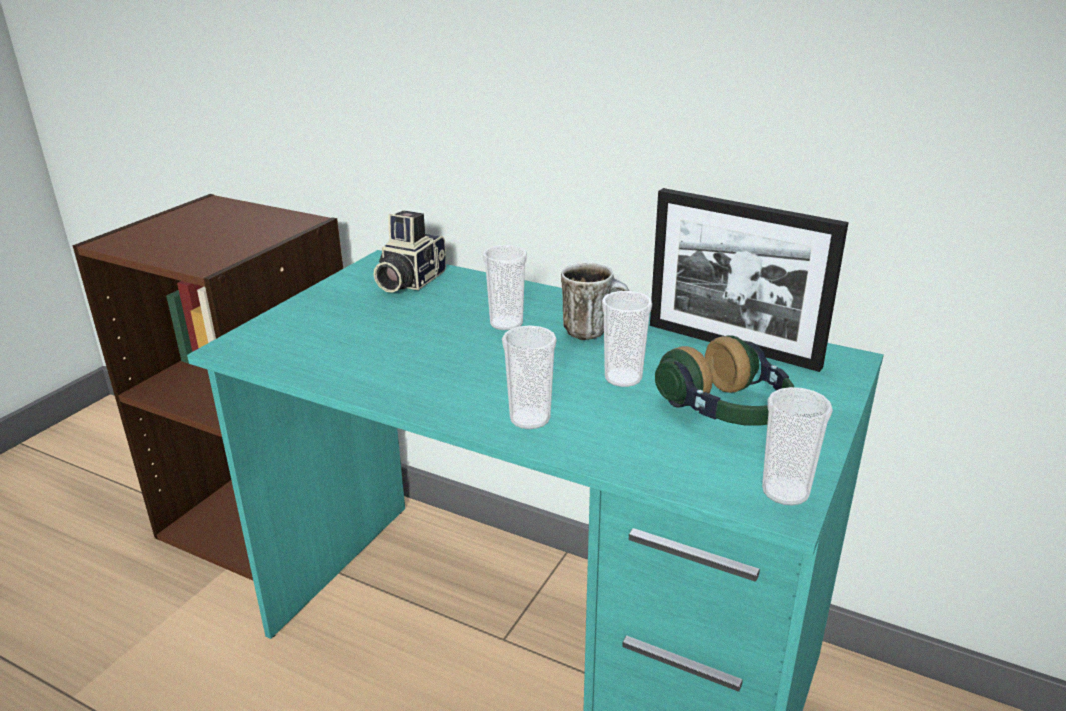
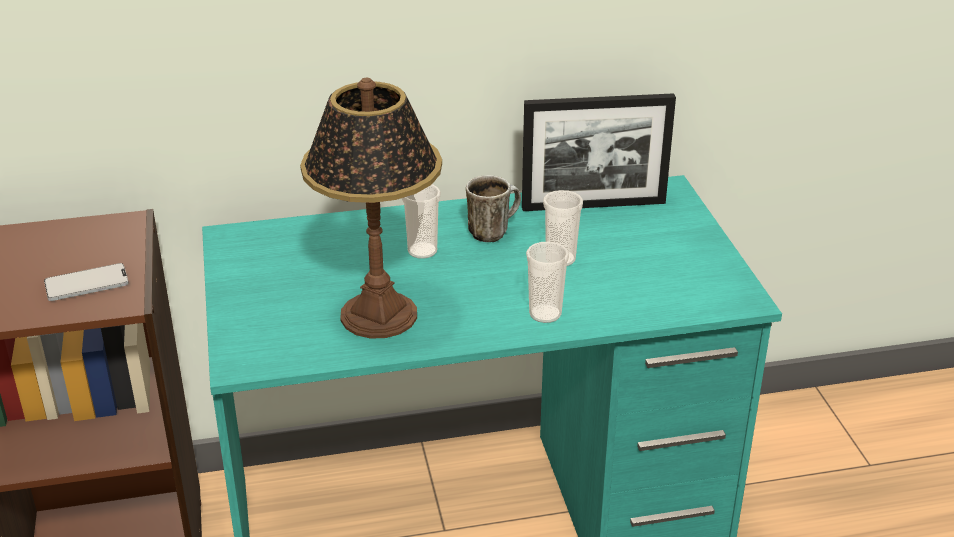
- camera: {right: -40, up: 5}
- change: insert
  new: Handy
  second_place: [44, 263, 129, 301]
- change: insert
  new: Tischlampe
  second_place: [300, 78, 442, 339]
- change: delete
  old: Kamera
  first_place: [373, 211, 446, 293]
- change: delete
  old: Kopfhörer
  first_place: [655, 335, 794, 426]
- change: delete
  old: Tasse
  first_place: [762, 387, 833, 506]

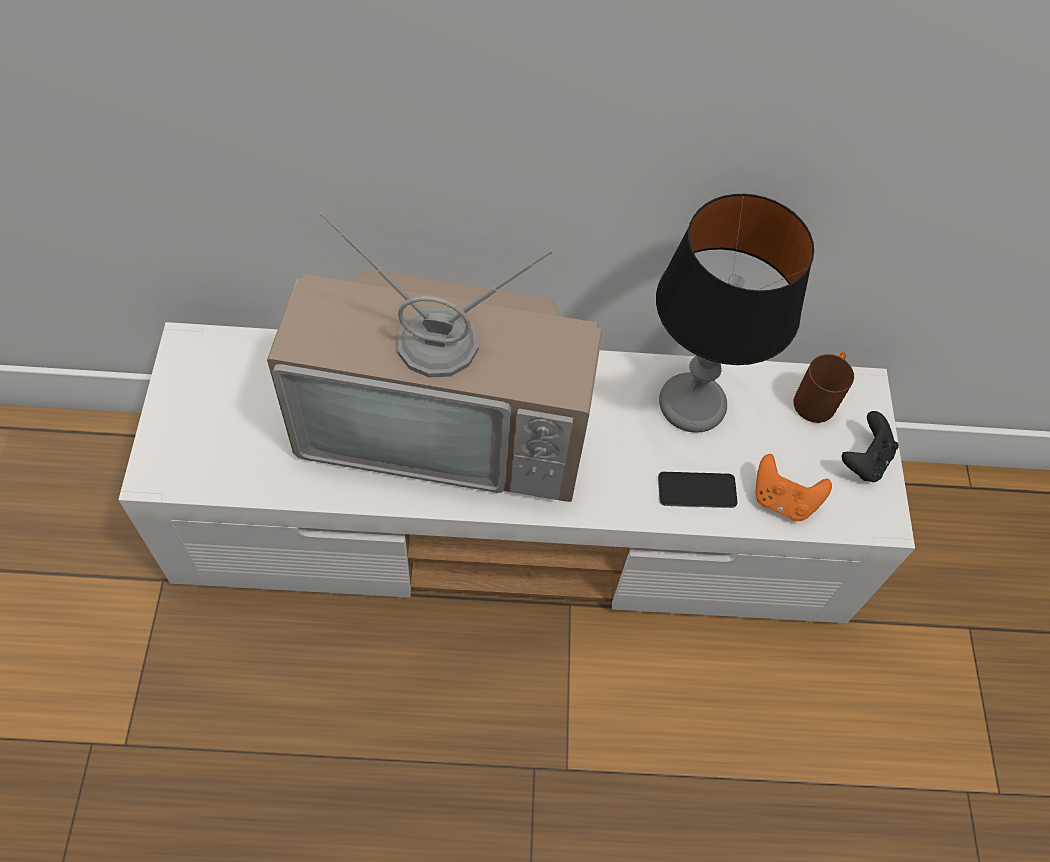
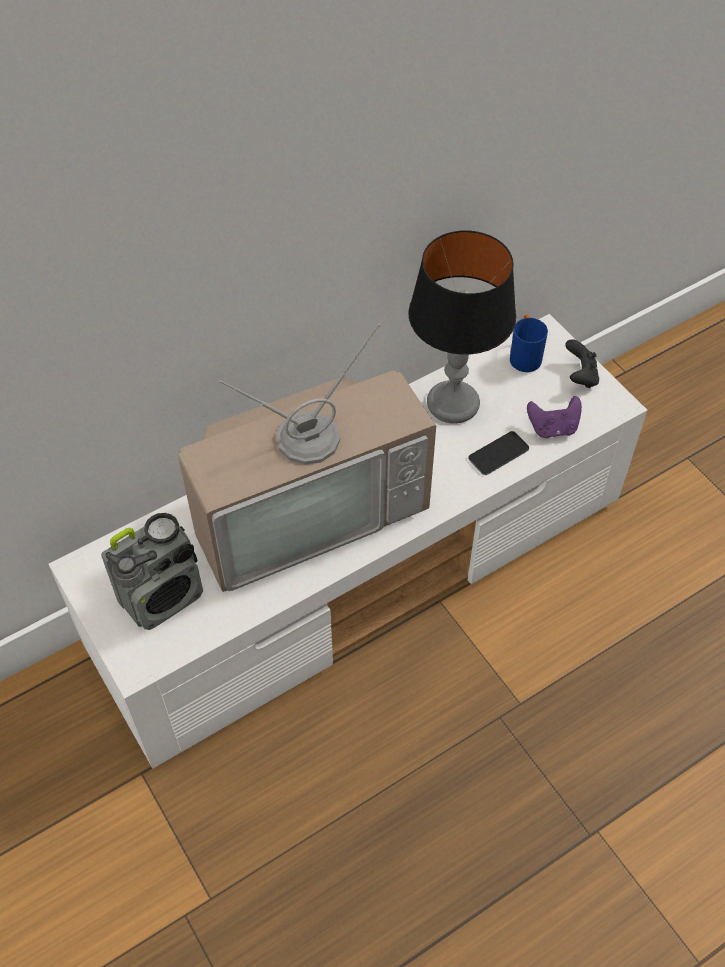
- camera: {right: -30, up: -5}
- change: insert
  new: Radio
  second_place: [101, 513, 203, 630]
- change: recolor
  old: Henkelbecher (braun)
  new: Henkelbecher (blau)
  first_place: [793, 352, 854, 423]
  second_place: [510, 314, 548, 372]
- change: recolor
  old: Gamepad (orange)
  new: Gamepad (lila)
  first_place: [755, 454, 832, 521]
  second_place: [527, 396, 582, 438]

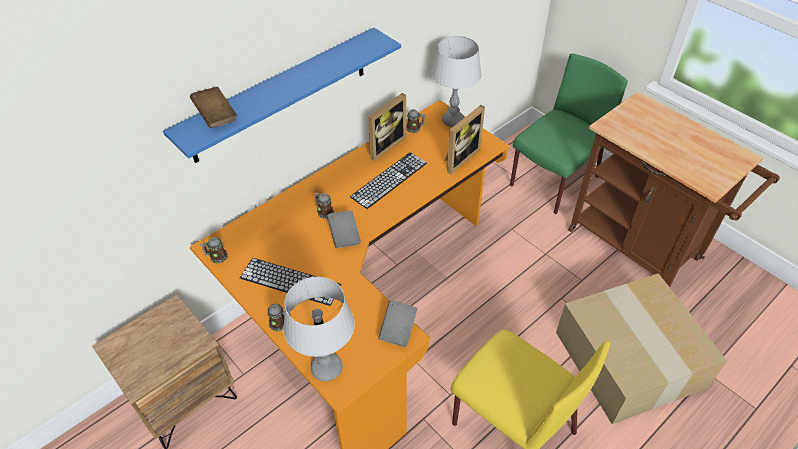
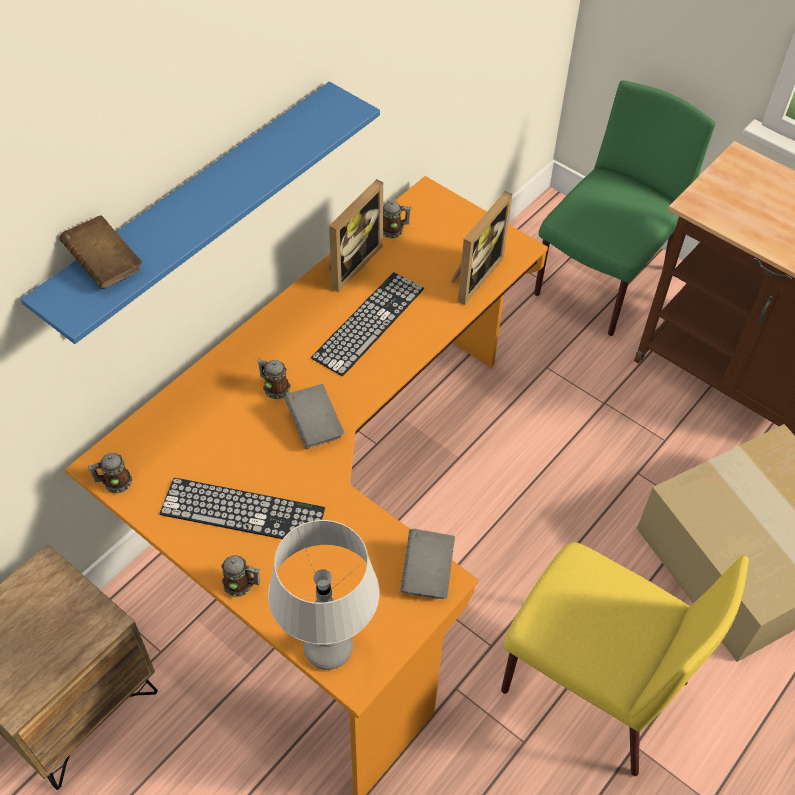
- camera: {right: -10, up: 5}
- change: delete
  old: Tischlampe (grau)
  first_place: [431, 36, 481, 127]

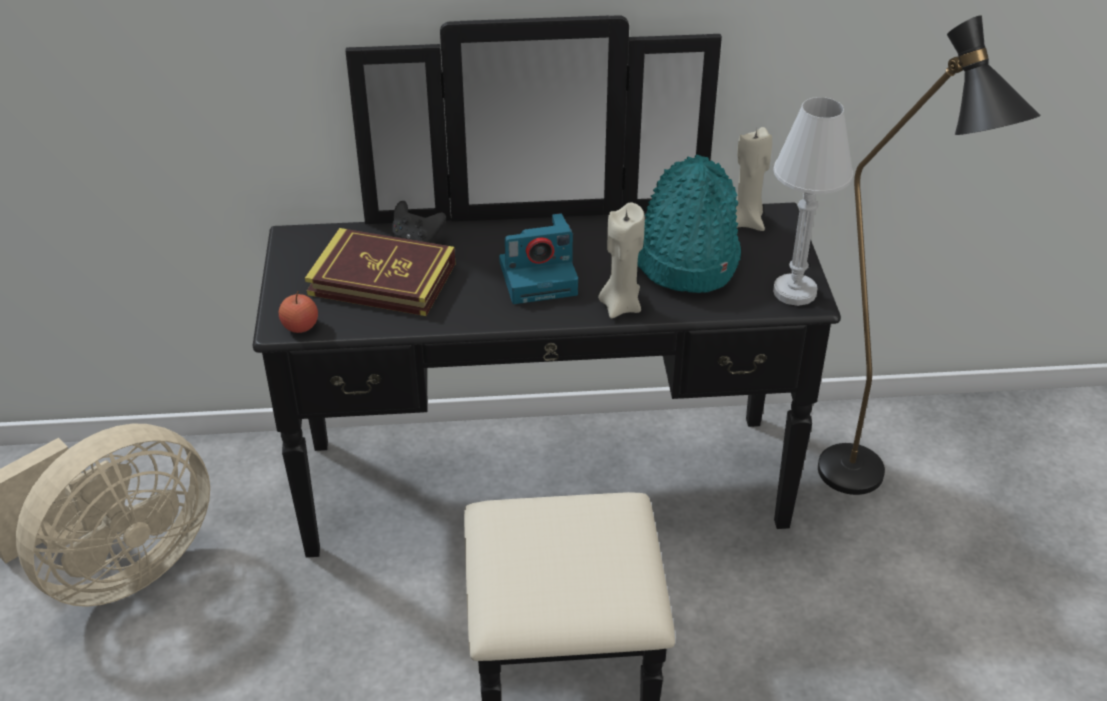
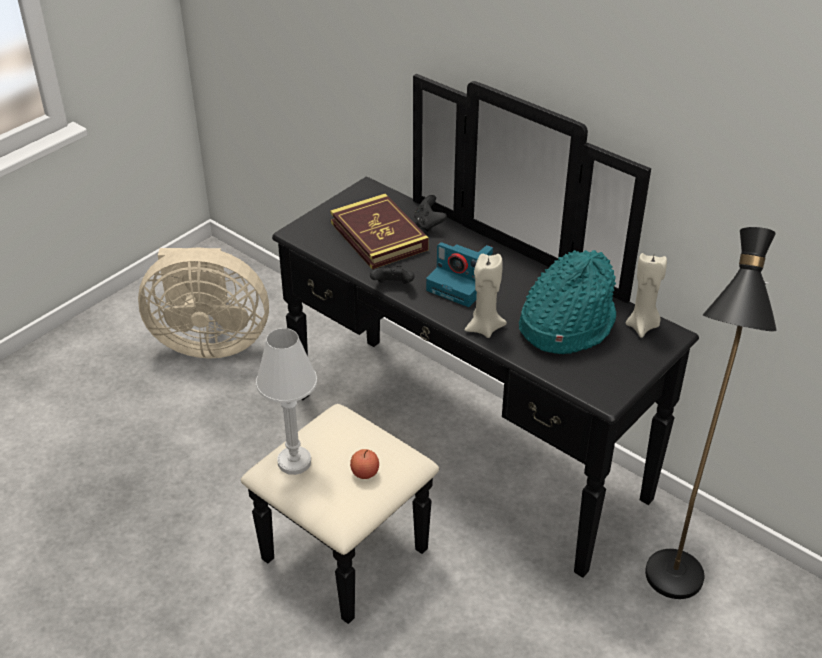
- camera: {right: 45, up: 0}
- change: move
  old: Tischlampe (weiß)
  first_place: [773, 97, 853, 306]
  second_place: [256, 328, 317, 475]
- change: move
  old: Apfel
  first_place: [279, 291, 318, 333]
  second_place: [350, 449, 379, 479]
- change: insert
  new: Gamepad (schwarz)
  second_place: [370, 265, 414, 284]

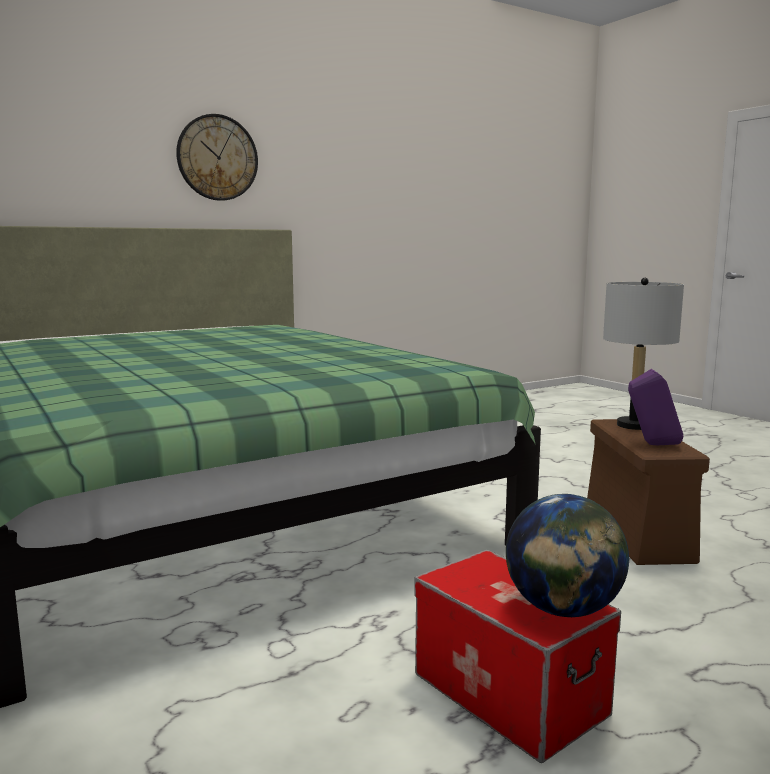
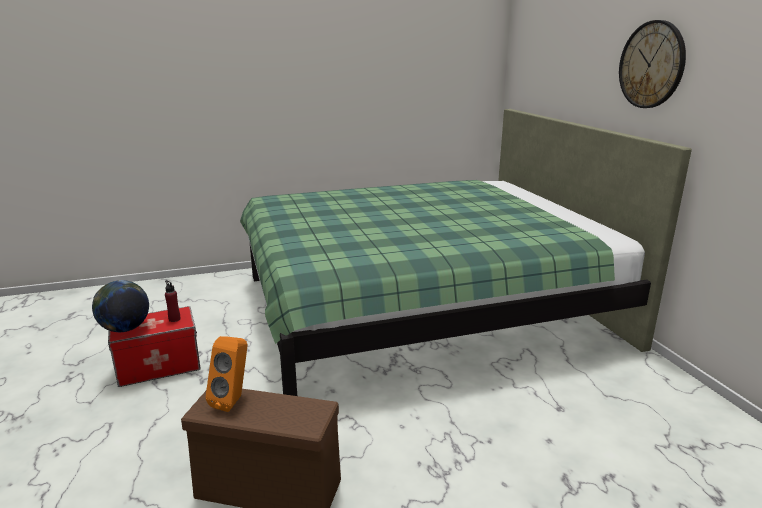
- camera: {right: 105, up: 10}
- change: insert
  new: Flasche (rot)
  second_place: [165, 280, 181, 322]
- change: recolor
  old: Lautsprecher (lila)
  new: Lautsprecher (orange)
  first_place: [628, 369, 684, 445]
  second_place: [206, 336, 247, 412]
- change: delete
  old: Tischlampe (grau)
  first_place: [603, 278, 684, 430]

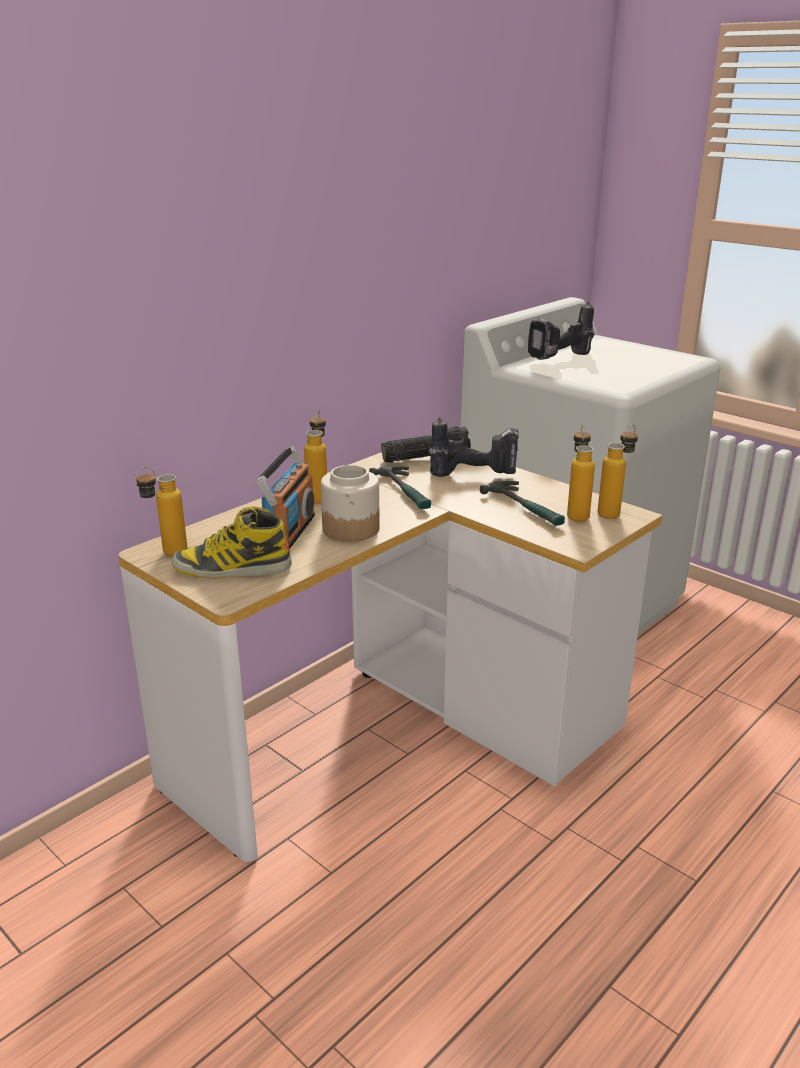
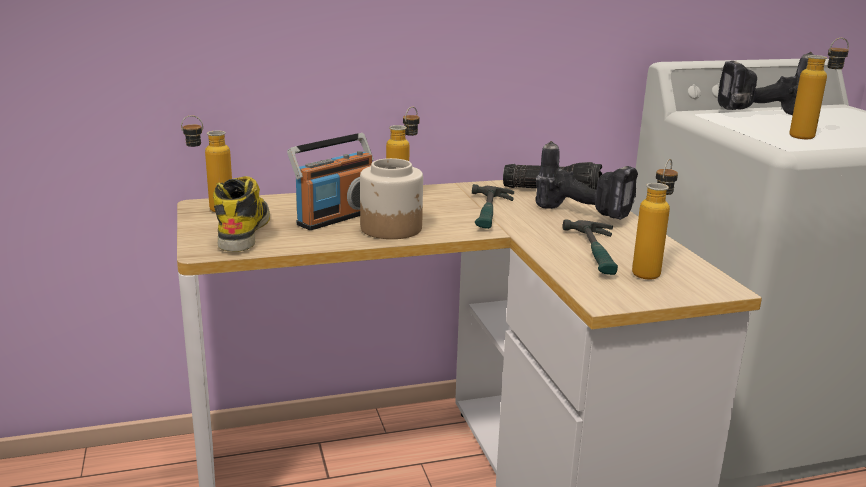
- camera: {right: 30, up: -5}
- change: rotate
  old: Stiefel
  first_place: [171, 506, 292, 578]
  second_place: [213, 176, 270, 252]
  degrees: 60
- change: move
  old: Flasche
  first_place: [598, 424, 638, 519]
  second_place: [789, 38, 849, 139]

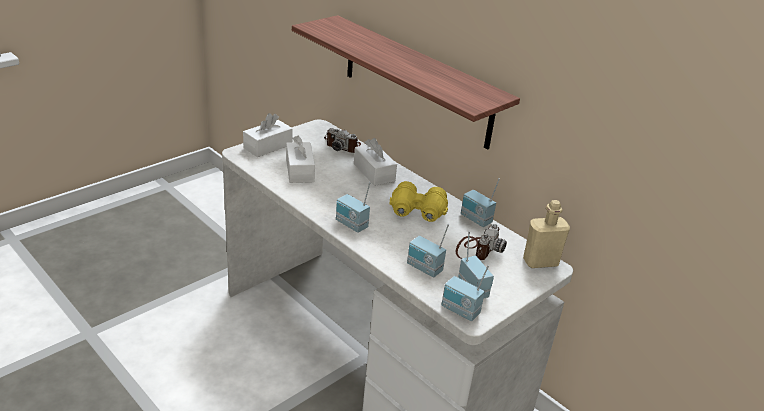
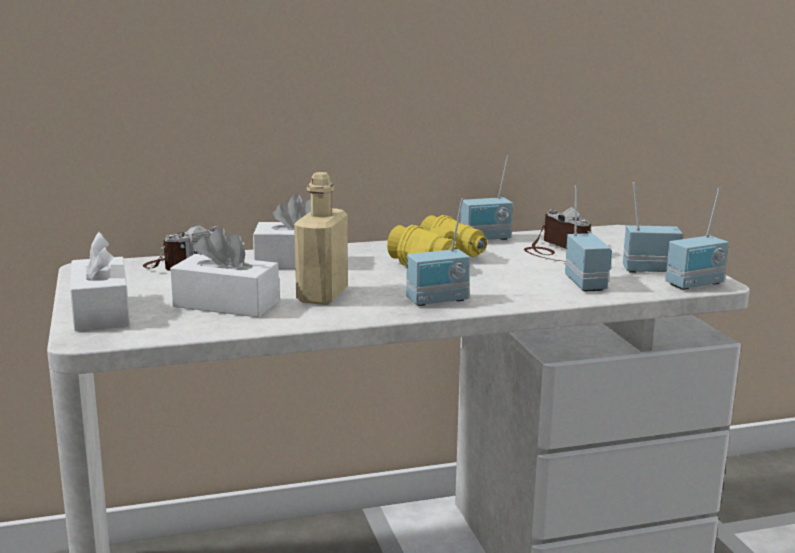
- camera: {right: -60, up: -15}
- change: move
  old: Flasche (beige)
  first_place: [523, 200, 570, 268]
  second_place: [294, 172, 347, 305]
- change: rotate
  old: Radio
  first_place: [407, 224, 449, 278]
  second_place: [565, 185, 612, 291]
  degrees: -75
- change: delete
  old: Wandregal
  first_place: [292, 15, 520, 150]

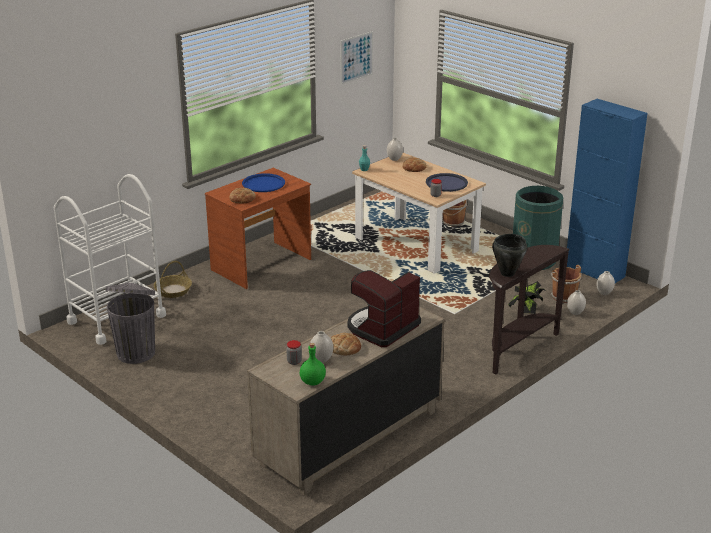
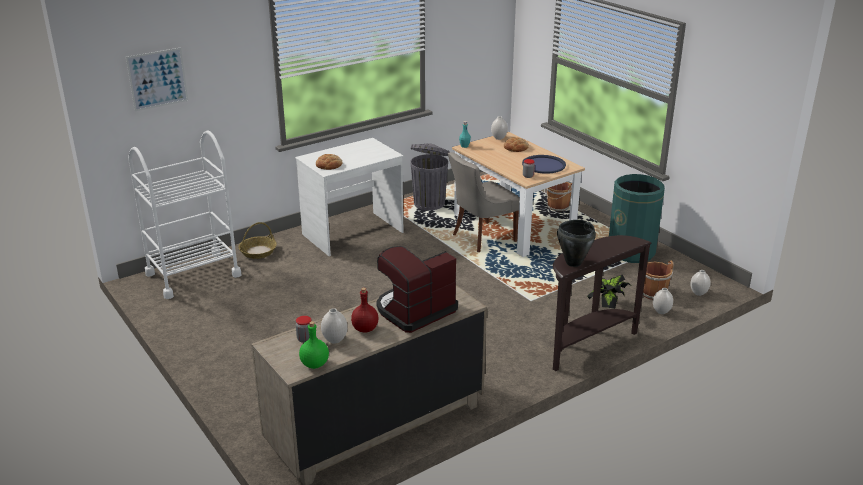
- camera: {right: 10, up: 0}
- change: move
  old: Bild
  first_place: [341, 31, 373, 85]
  second_place: [126, 47, 188, 111]
- change: recolor
  old: Schreibtisch (braun)
  new: Schreibtisch (weiß)
  first_place: [205, 168, 311, 289]
  second_place: [295, 138, 404, 256]
- change: replace
  old: Brot
  new: Flasche (rot)
  first_place: [331, 333, 361, 355]
  second_place: [351, 288, 378, 332]
- change: move
  old: Mülleimer (grau)
  first_place: [105, 283, 155, 364]
  second_place: [410, 143, 450, 210]
- change: insert
  new: Stuhl (grau)
  second_place: [448, 152, 520, 252]
- change: delete
  old: Tablett (blau)
  first_place: [242, 173, 285, 192]
- change: delete
  old: Schrank (blau)
  first_place: [567, 99, 648, 283]

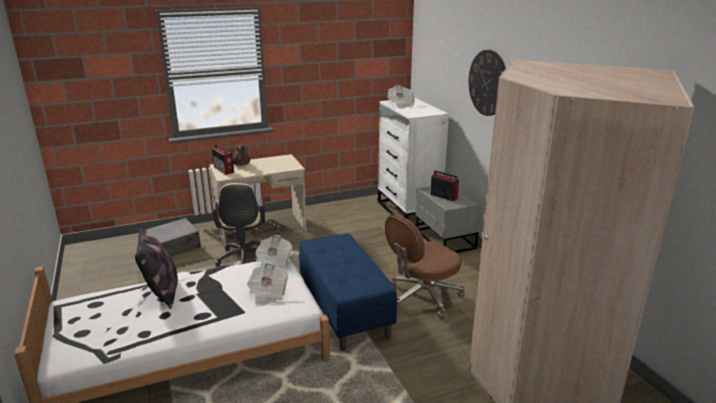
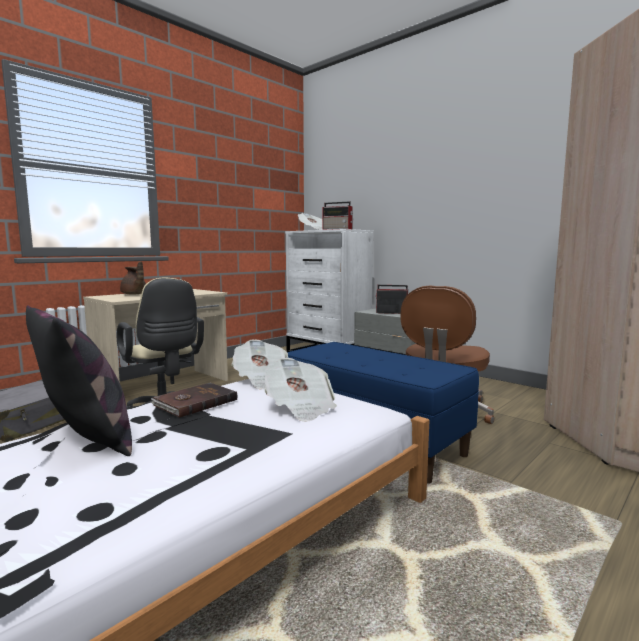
- camera: {right: -25, up: -15}
- change: insert
  new: Buch (braun)
  second_place: [151, 383, 237, 418]
- change: move
  old: Radio
  first_place: [212, 144, 234, 175]
  second_place: [323, 201, 353, 230]
- change: delete
  old: Wanduhr
  first_place: [468, 50, 506, 116]

